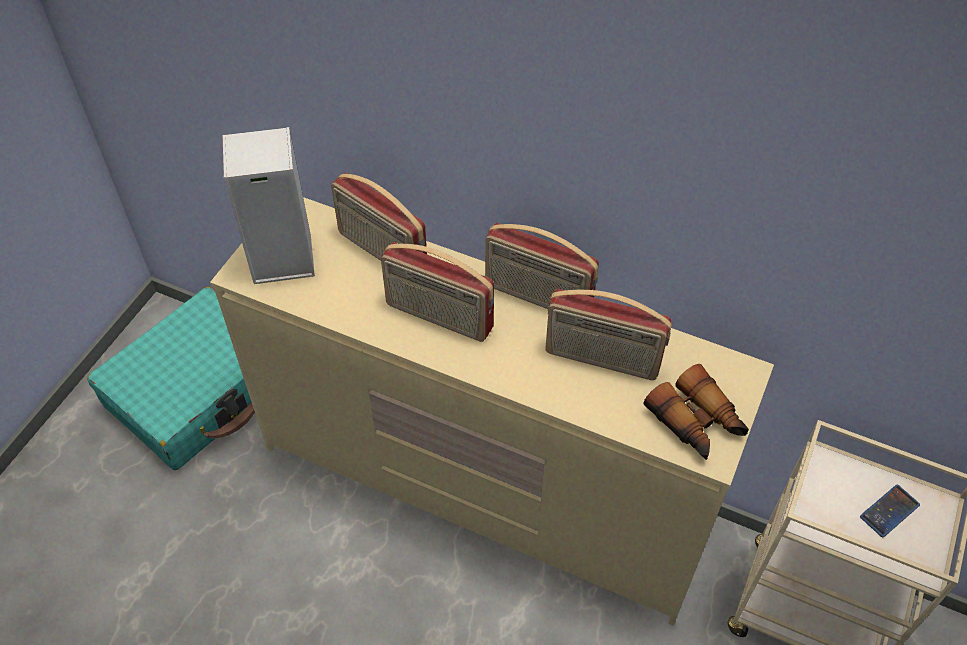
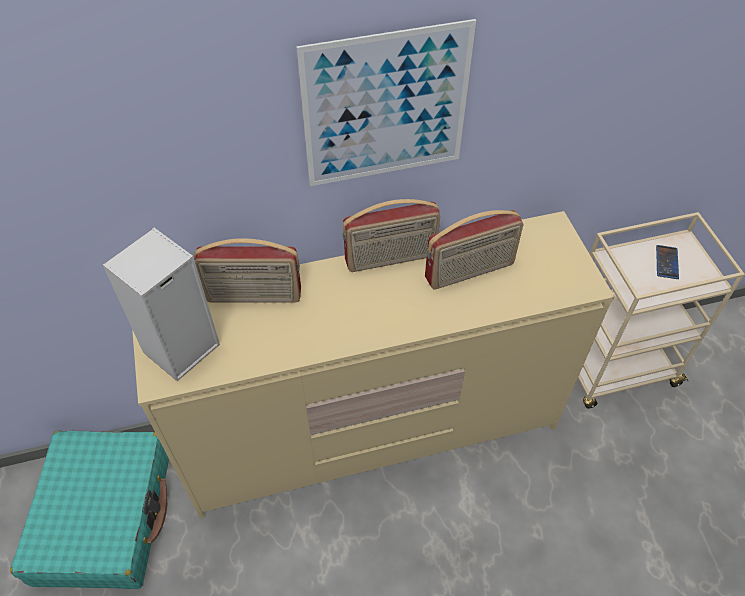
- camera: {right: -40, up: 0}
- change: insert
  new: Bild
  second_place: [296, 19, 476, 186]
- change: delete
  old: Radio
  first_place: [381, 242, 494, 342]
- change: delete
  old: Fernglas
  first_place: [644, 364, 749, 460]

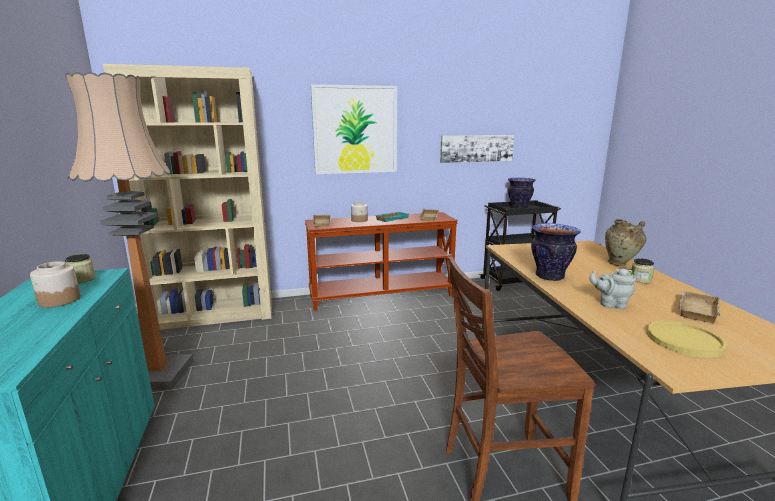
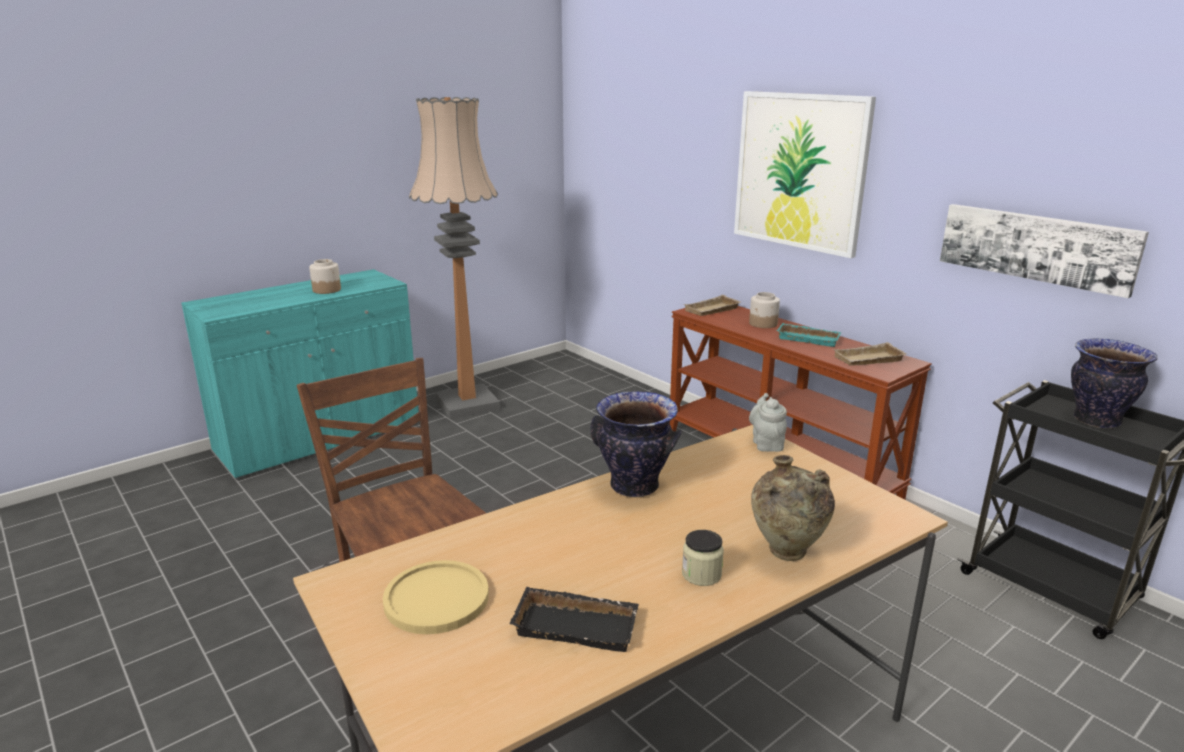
- camera: {right: 65, up: 5}
- change: recolor
  old: Tablett (beige)
  new: Tablett (schwarz)
  first_place: [678, 291, 720, 323]
  second_place: [510, 587, 639, 652]
- change: move
  old: Teekanne (grau)
  first_place: [589, 268, 636, 309]
  second_place: [749, 393, 787, 452]
- change: delete
  old: Vorratsglas
  first_place: [65, 254, 95, 283]
- change: delete
  old: Bücherregal (beige)
  first_place: [103, 64, 272, 330]

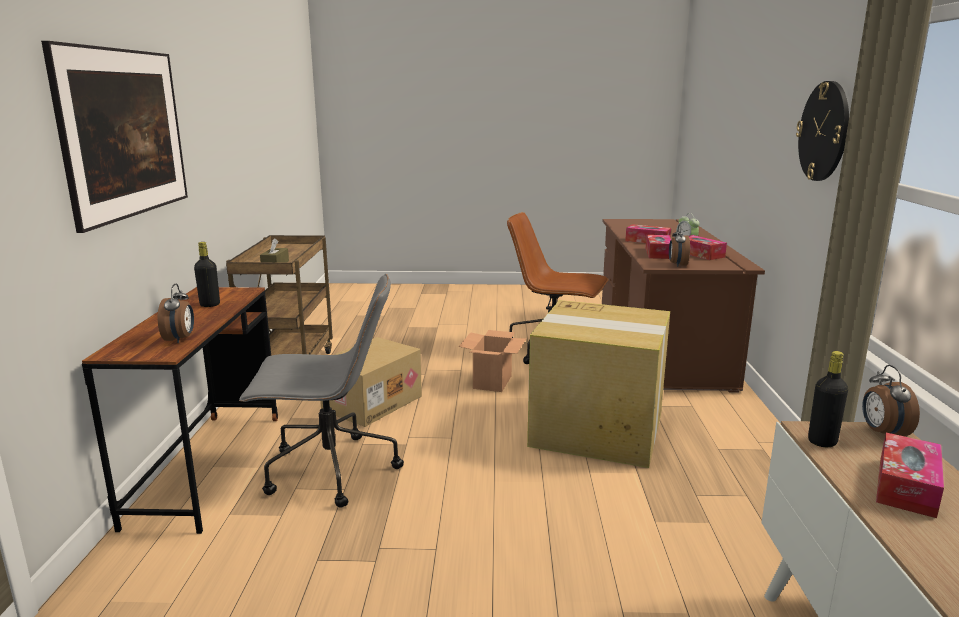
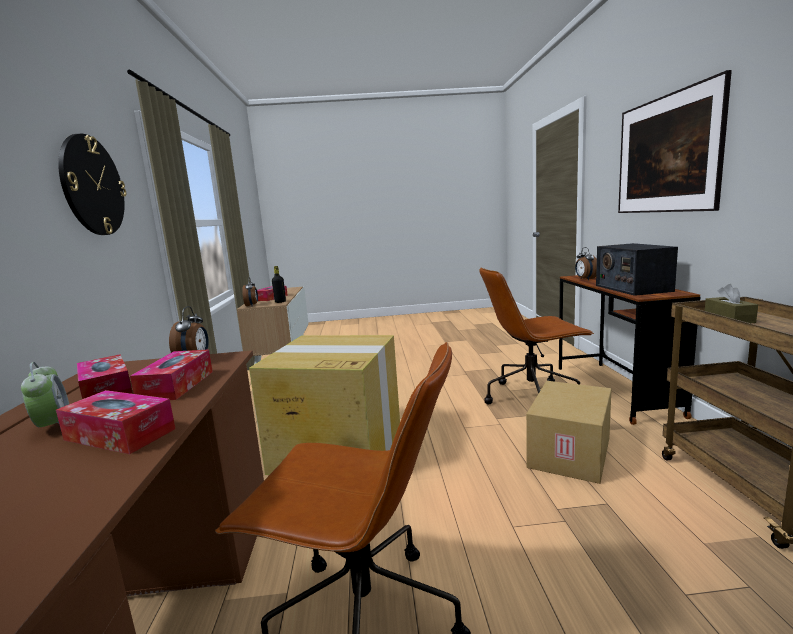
- camera: {right: 175, up: -5}
- change: recolor
  old: Bürostuhl (grau)
  new: Bürostuhl (braun)
  first_place: [239, 274, 404, 508]
  second_place: [479, 267, 594, 404]
- change: replace
  old: Flasche (schwarz)
  new: Radio
  first_place: [194, 242, 220, 307]
  second_place: [596, 243, 678, 296]
- change: delete
  old: Karton
  first_place: [459, 330, 526, 392]

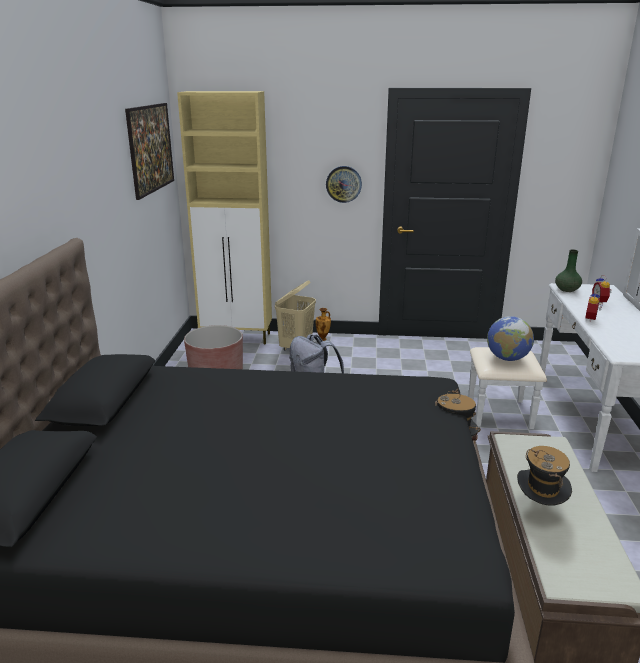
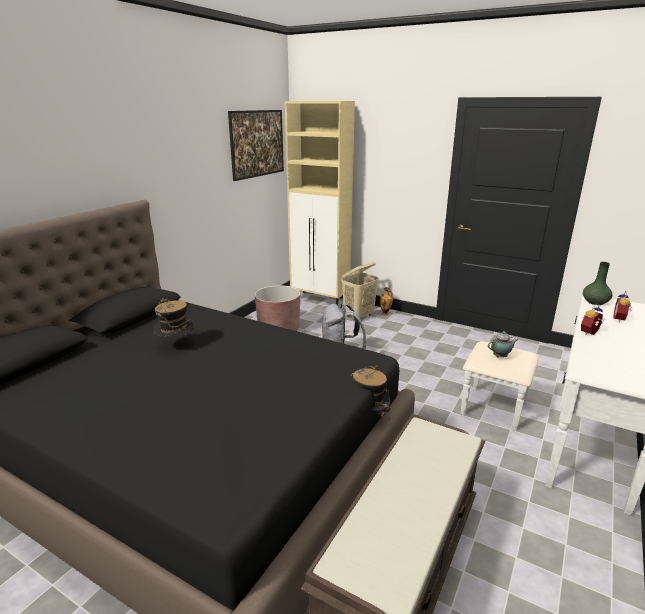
- camera: {right: 25, up: 0}
- change: move
  old: Hut
  first_place: [517, 446, 572, 506]
  second_place: [154, 298, 195, 337]
- change: replace
  old: Globus
  new: Teekanne
  first_place: [487, 316, 534, 361]
  second_place: [488, 331, 518, 358]
- change: delete
  old: Wanduhr
  first_place: [326, 166, 362, 203]

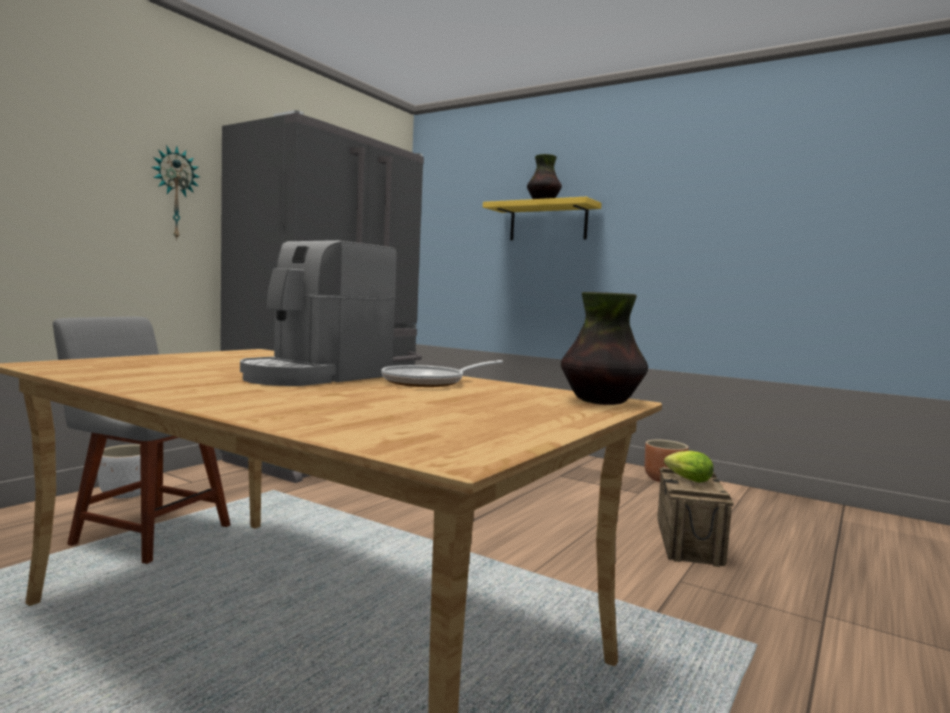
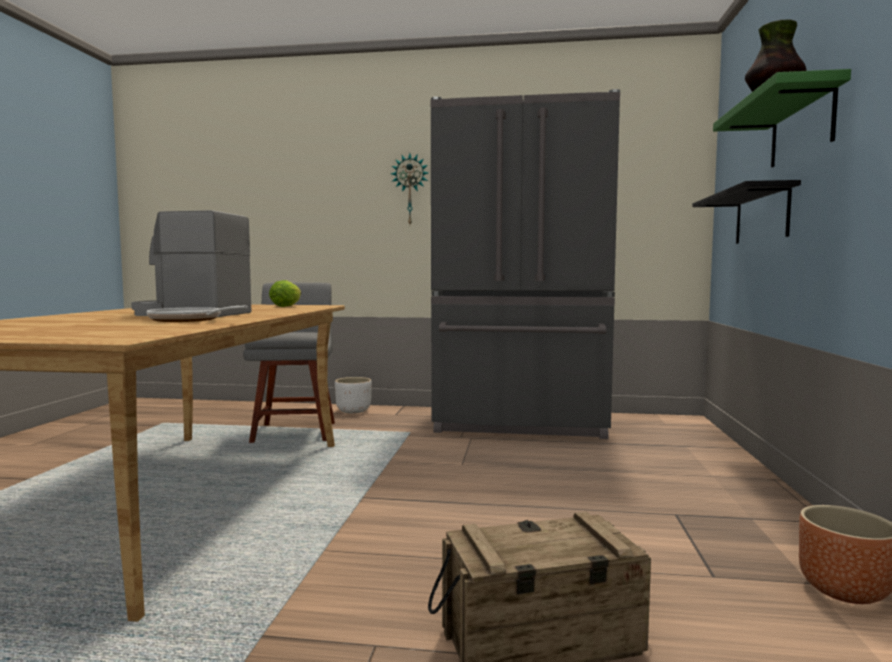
- camera: {right: 65, up: 0}
- change: move
  old: Salatkopf
  first_place: [664, 451, 713, 483]
  second_place: [269, 280, 301, 307]
- change: insert
  new: Wandregal (schwarz)
  second_place: [692, 180, 801, 244]
- change: recolor
  old: Wandregal (gelb)
  new: Wandregal (grün)
  first_place: [483, 197, 602, 240]
  second_place: [713, 69, 851, 167]
- change: delete
  old: Vase
  first_place: [561, 292, 648, 405]

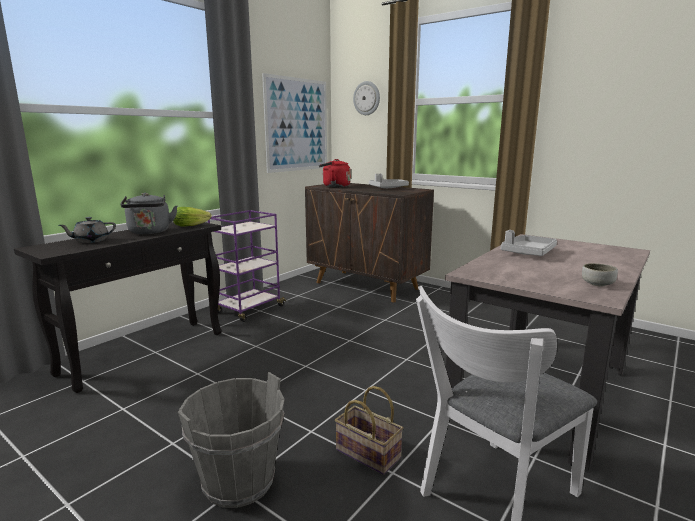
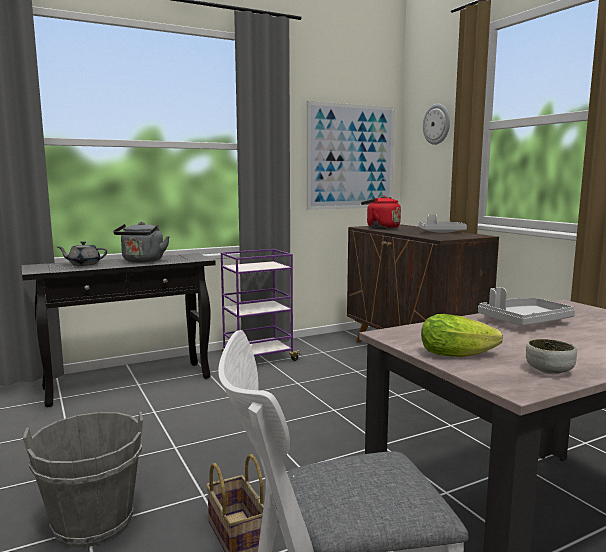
- camera: {right: 25, up: -5}
- change: move
  old: Salatkopf
  first_place: [173, 207, 212, 227]
  second_place: [421, 314, 503, 357]

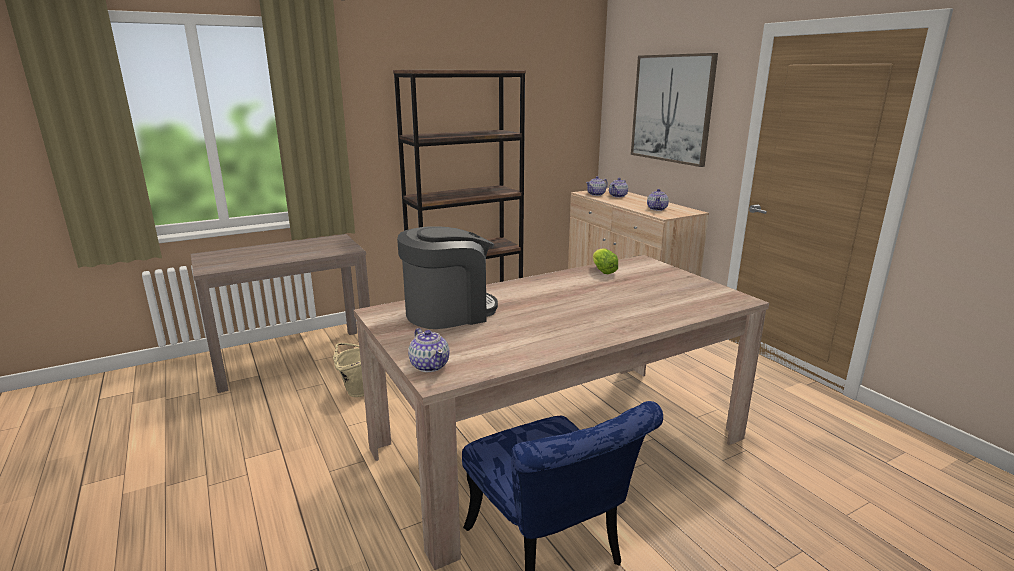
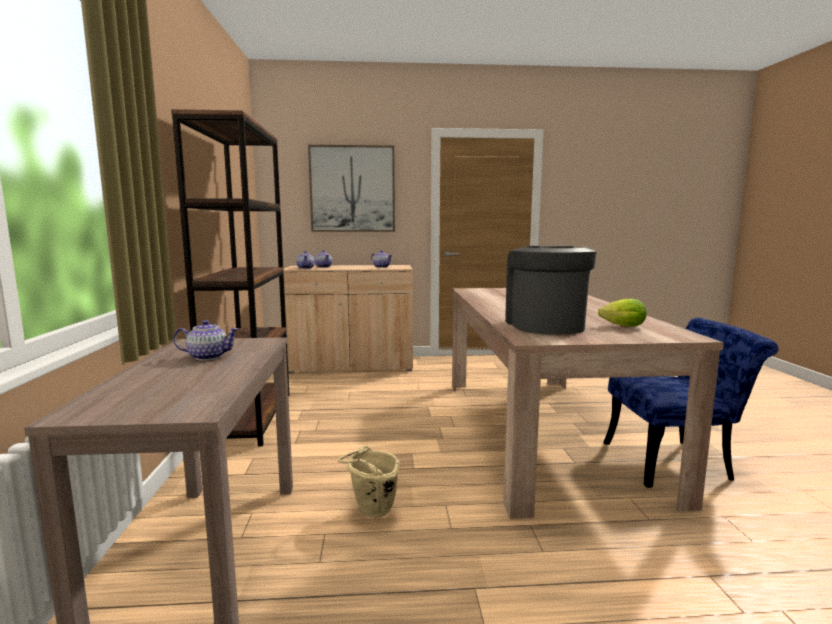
- camera: {right: -65, up: -10}
- change: move
  old: Teekanne
  first_place: [408, 328, 449, 372]
  second_place: [173, 320, 239, 360]
- change: move
  old: Salatkopf
  first_place: [593, 249, 618, 274]
  second_place: [598, 299, 647, 327]

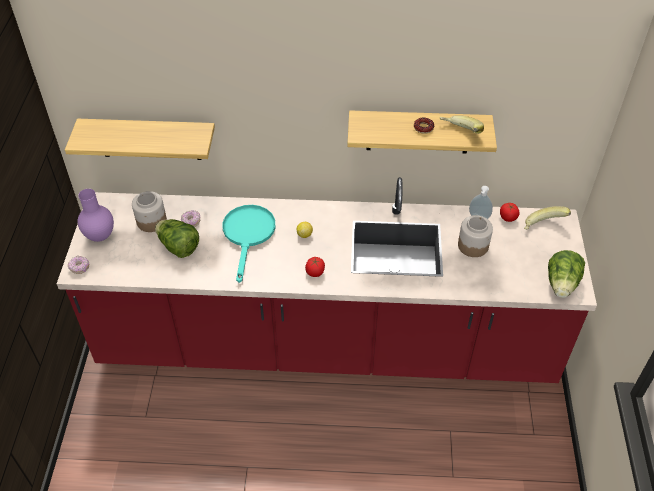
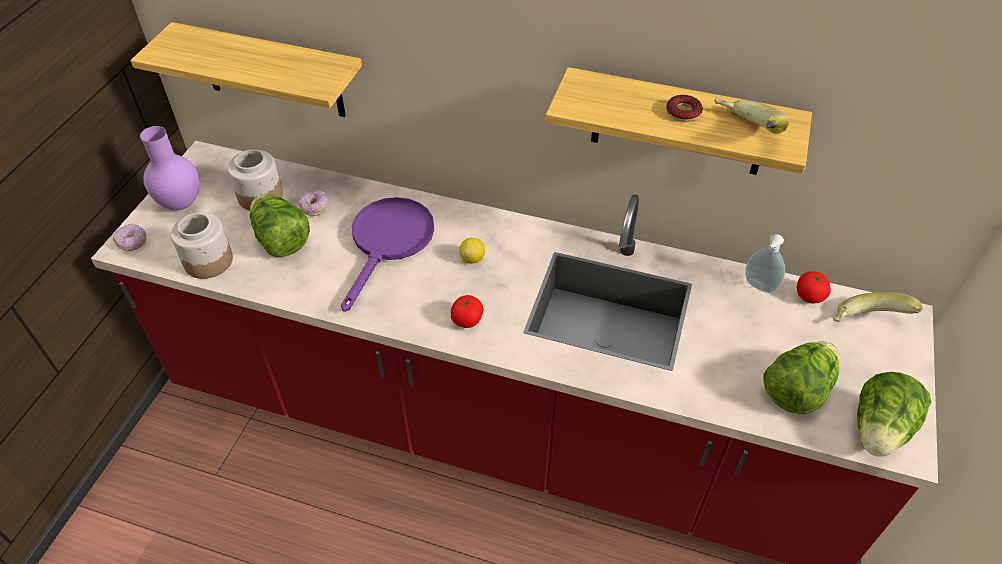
- camera: {right: 15, up: 0}
- change: move
  old: Vorratsglas
  first_place: [458, 215, 493, 257]
  second_place: [171, 213, 233, 279]
- change: recolor
  old: Pfanne (türkis)
  new: Pfanne (lila)
  first_place: [223, 205, 276, 283]
  second_place: [341, 197, 434, 312]
- change: insert
  new: Salatkopf
  second_place: [764, 341, 840, 414]

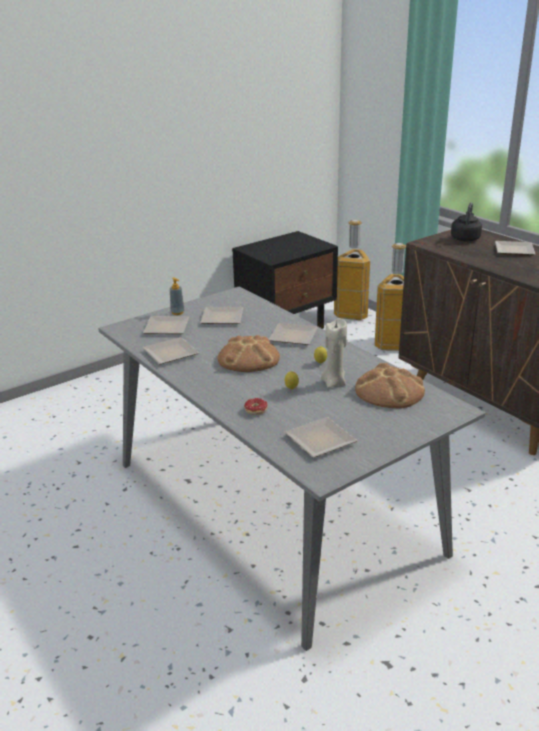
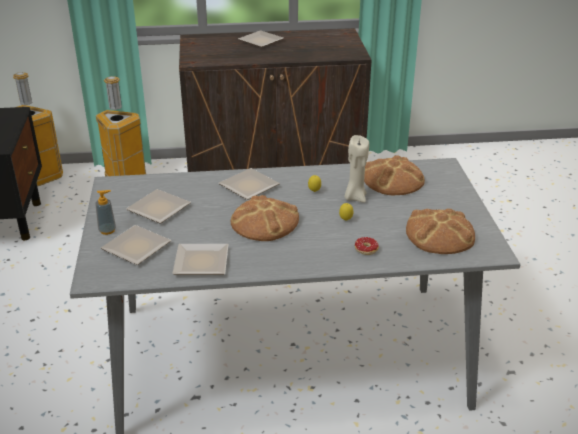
- camera: {right: -60, up: 5}
- change: replace
  old: Teller
  new: Brot
  first_place: [284, 417, 357, 458]
  second_place: [406, 209, 475, 254]
- change: delete
  old: Wasserkessel (schwarz)
  first_place: [451, 202, 482, 242]

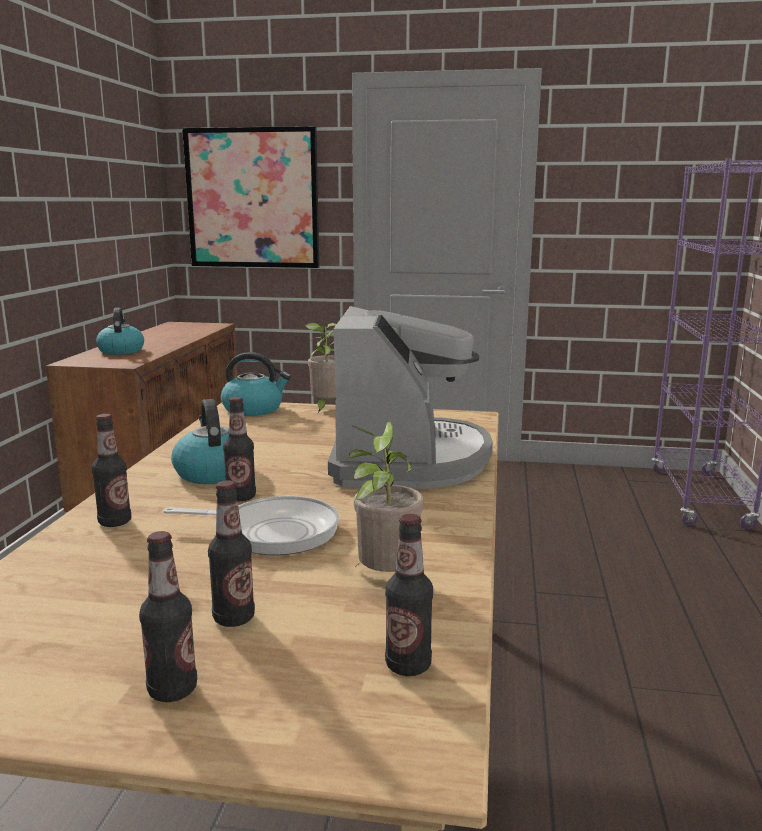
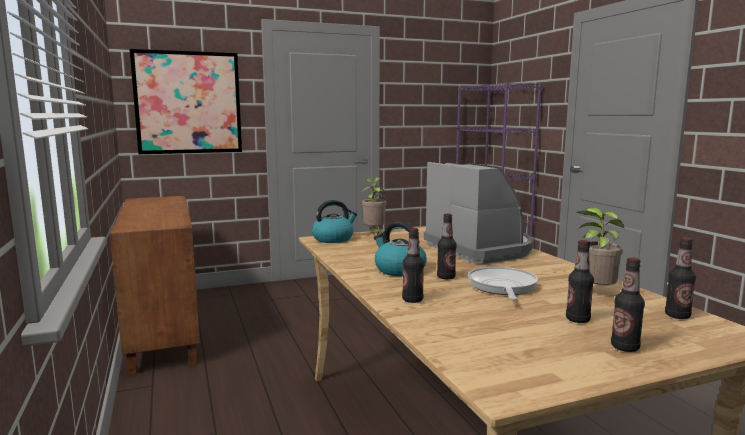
- camera: {right: -30, up: -5}
- change: rotate
  old: Pfanne
  first_place: [163, 496, 339, 555]
  second_place: [468, 267, 538, 300]
  degrees: -60
- change: delete
  old: Wasserkessel
  first_place: [96, 308, 144, 355]

